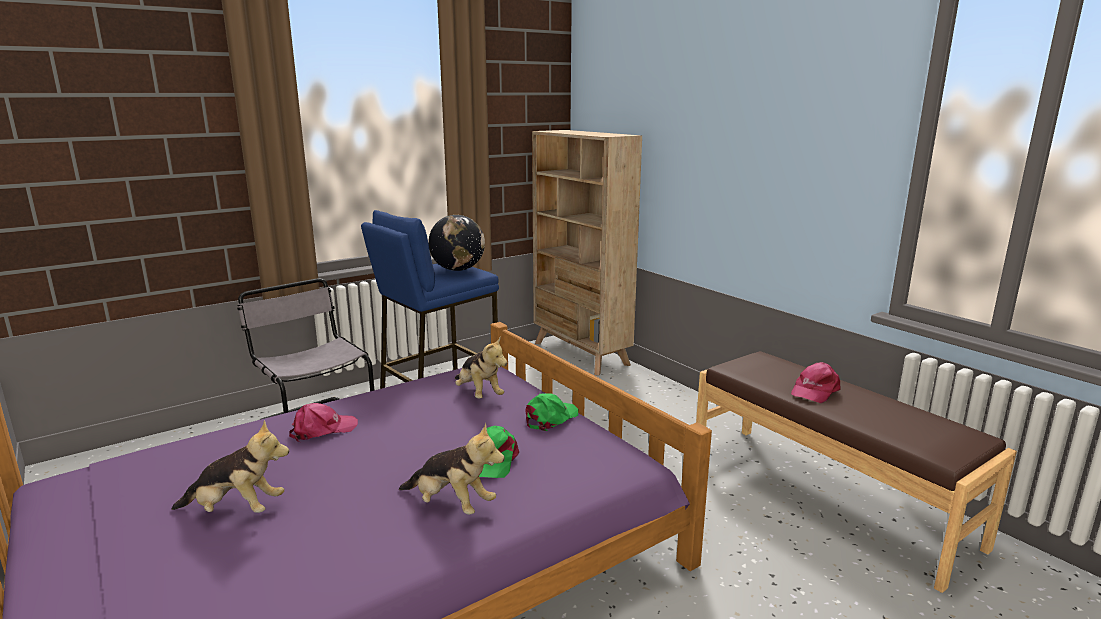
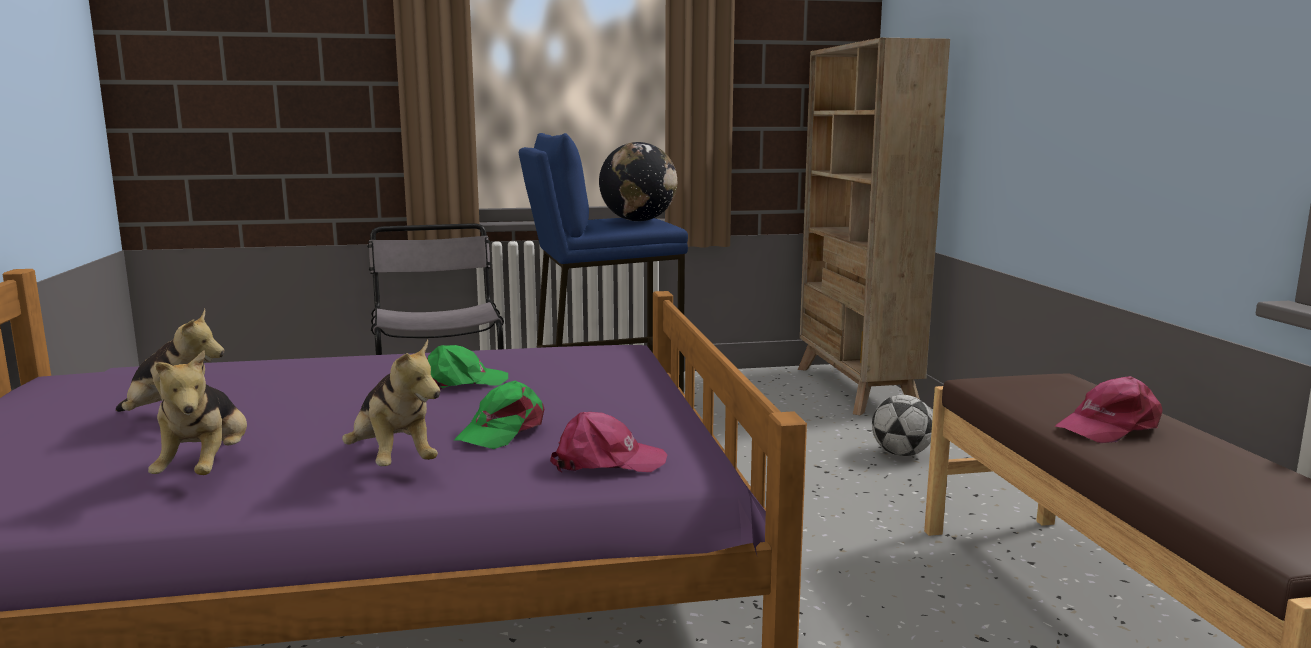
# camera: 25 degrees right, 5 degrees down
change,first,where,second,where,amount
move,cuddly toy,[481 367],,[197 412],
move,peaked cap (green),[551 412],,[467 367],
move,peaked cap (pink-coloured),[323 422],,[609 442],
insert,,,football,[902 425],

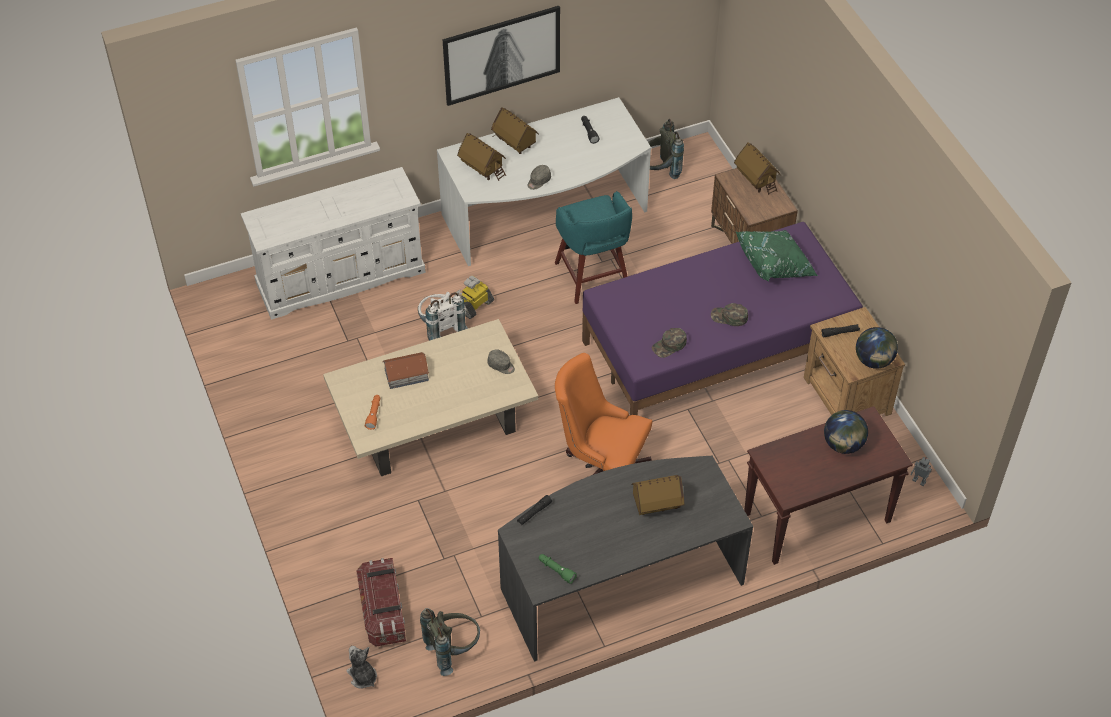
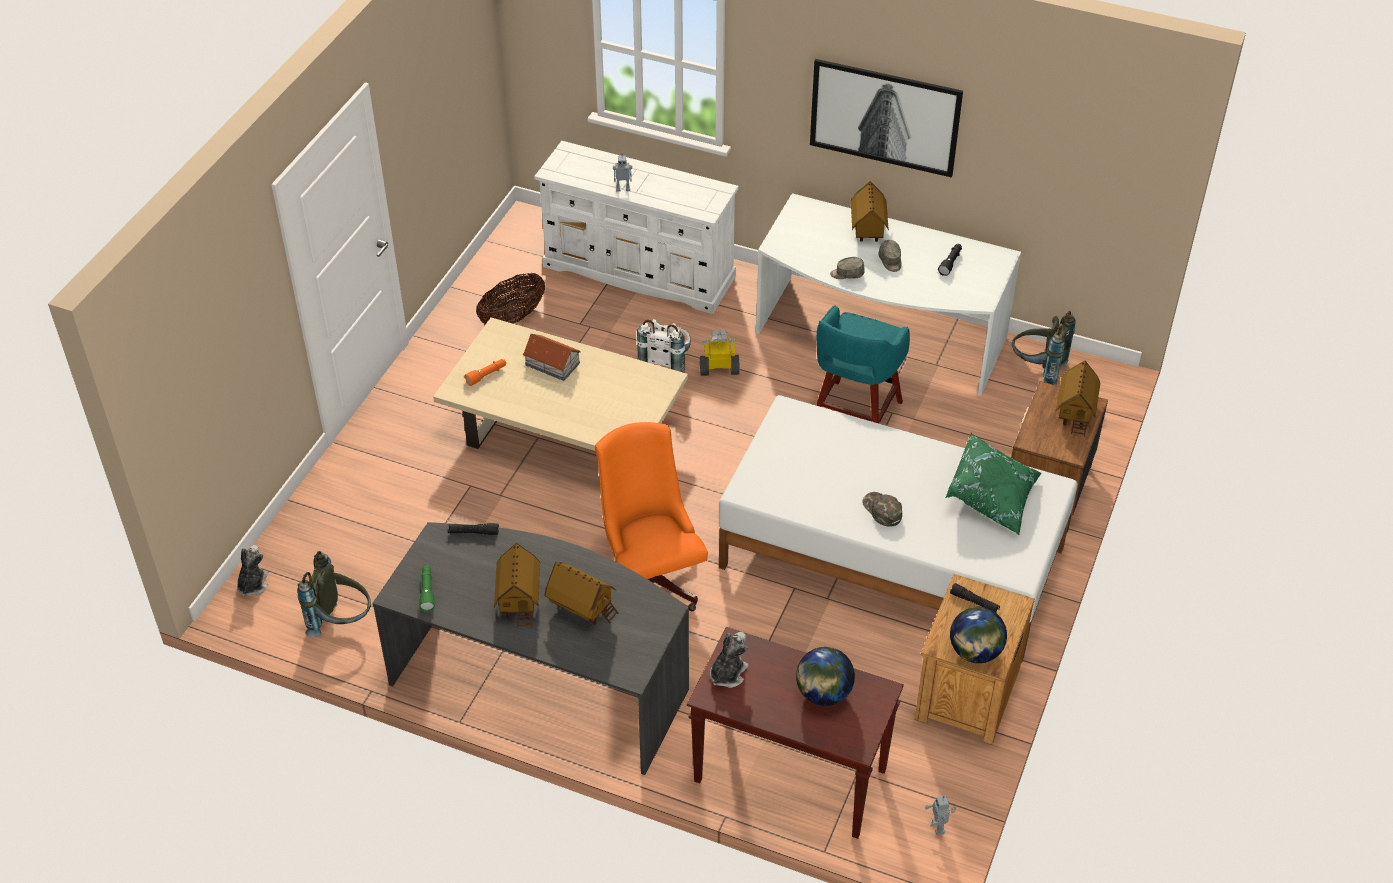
# camera: 45 degrees right, 5 degrees down
change,first,where,second,where,amount
move,toy house,[481 157],,[517 585],
recolor,bedroom bed (purplish),[722 318],bedroom bed (whitish),[898 529],
delete,peaked cap (green),[669 343],,,
move,peaked cap (greyish),[501 361],,[890 256],
delete,storage box,[381 602],,,
insert,,,robot figure,[622 173],
insert,,,household basket,[510 299],
insert,,,cuddly toy,[729 660],

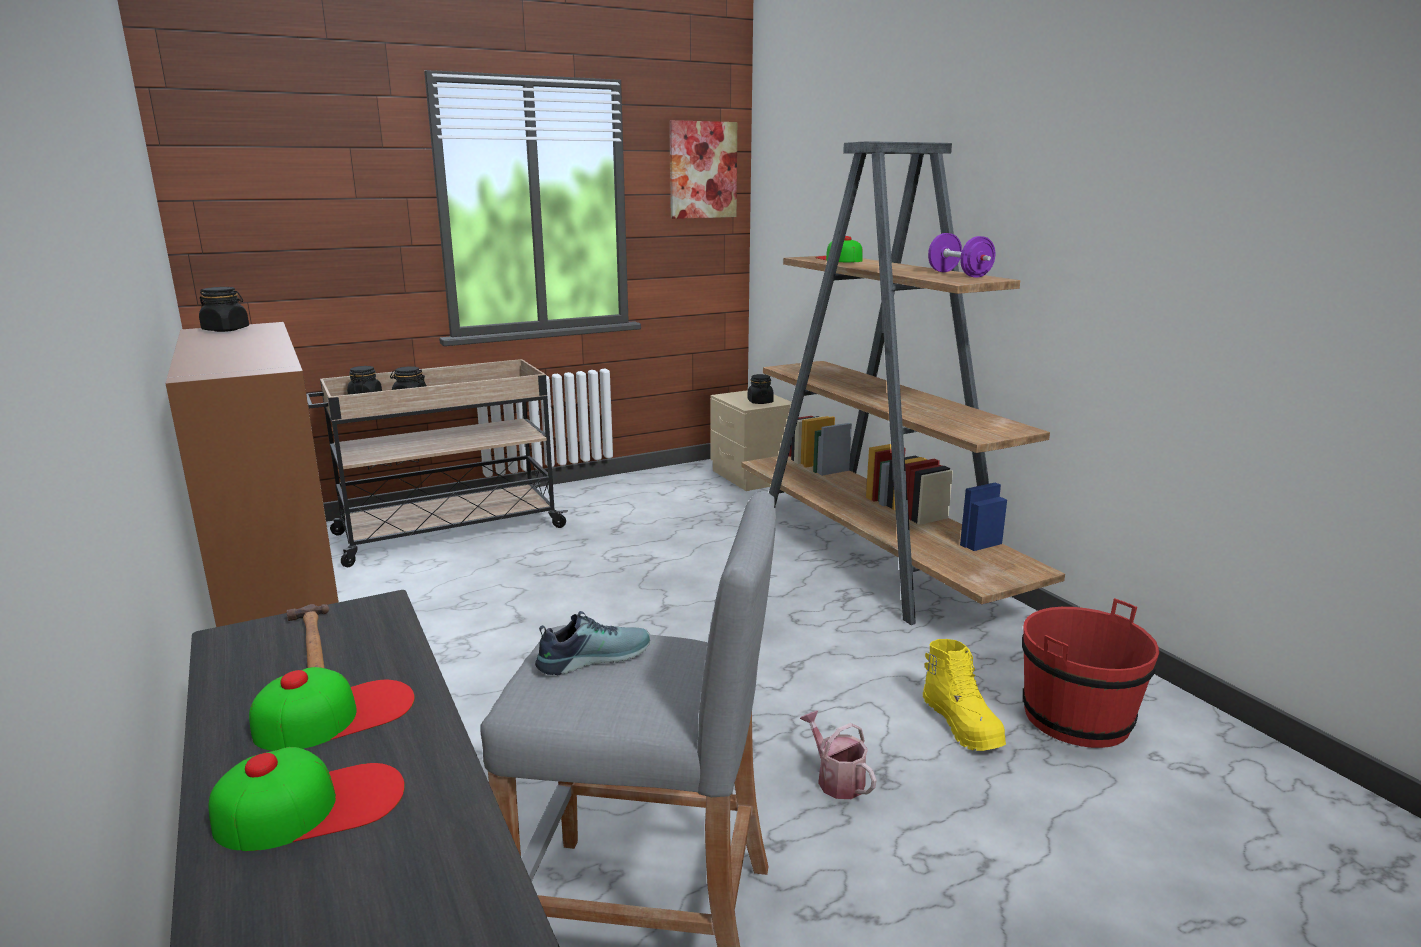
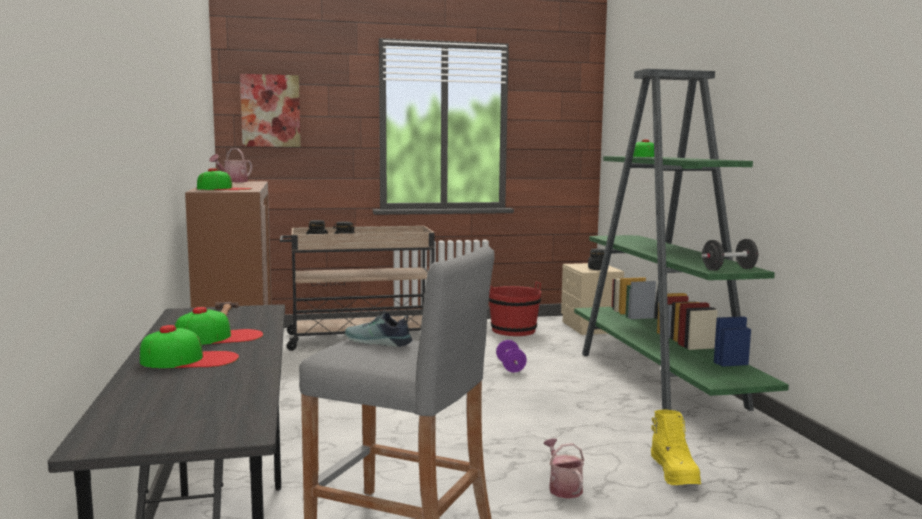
# camera: 15 degrees right, 10 degrees down
change,first,where,second,where,amount
move,picture,[703 169],,[270 110],
recolor,bookcase (brown),[903 383],bookcase (green),[681 240],
move,free weight (purplish),[961 255],,[511 356],
replace,preserve jar (black),[224 309],watering pot,[230 165],
move,bucket (reddish),[1090 673],,[515 308],
rotate,item of footwear,[592 643],,[378 328],150 degrees counterclockwise
insert,,,peaked cap,[225 179],
insert,,,free weight (black),[729 255],

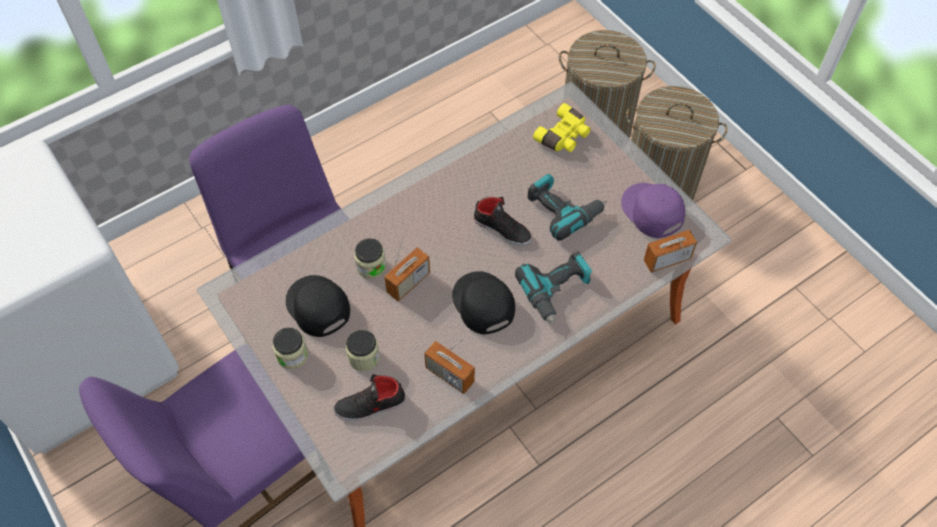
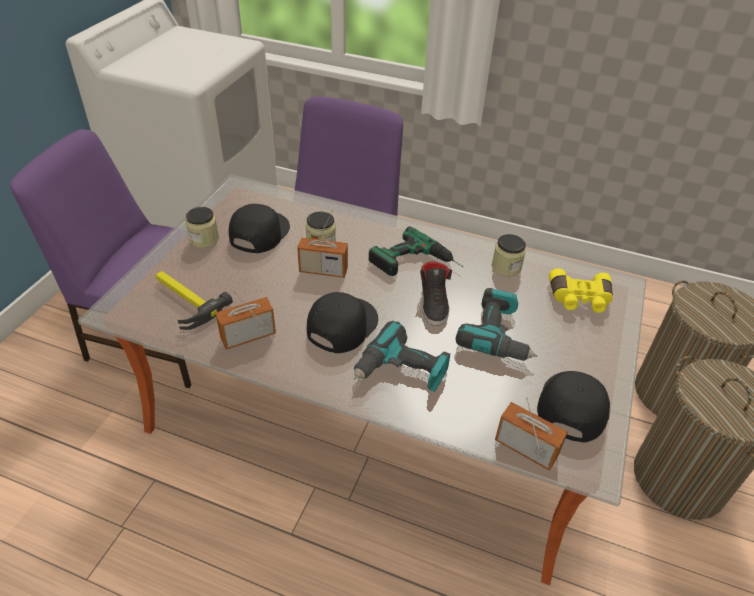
# camera: 55 degrees right, 15 degrees down
change,first,where,second,where,amount
recolor,peaked cap (purplish),[653 210],peaked cap (black),[573 406],
move,preserve jar,[363 350],,[509 255],
rotate,radio receiver,[449 366],,[245 319],60 degrees clockwise
replace,item of footwear (black),[369 397],hand hammer,[194 300],
insert,,,power drill,[416 251],

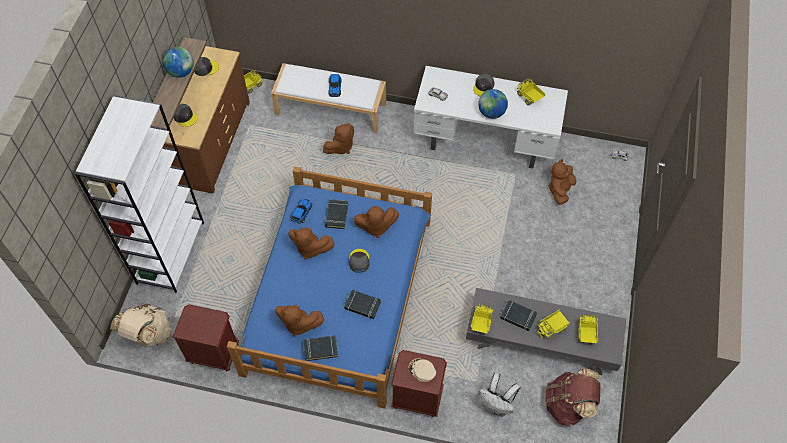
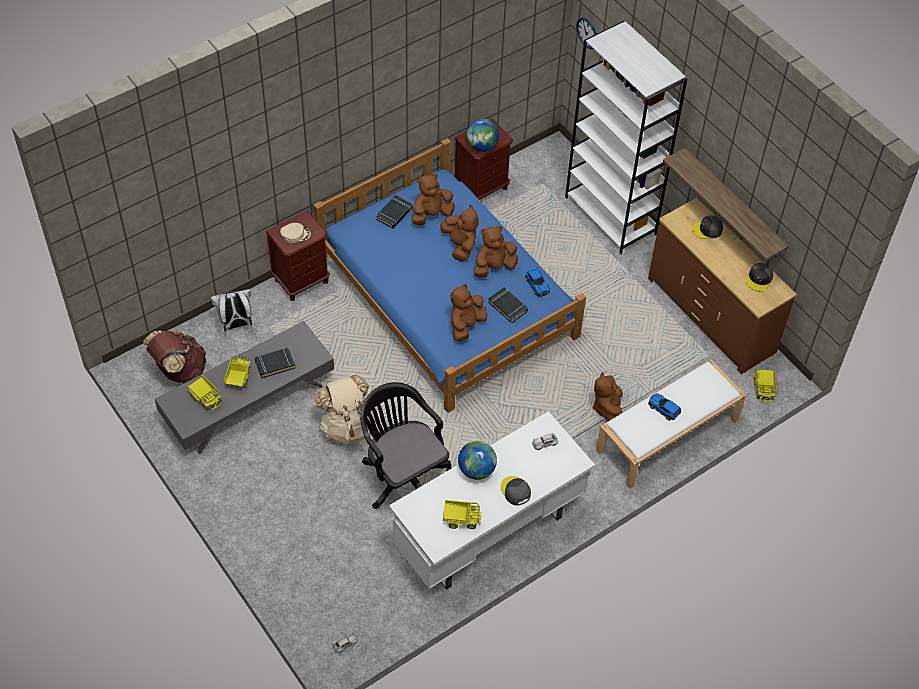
# camera: 130 degrees right, 5 degrees down
change,first,where,second,where,amount
move,desk globe,[178 62],,[482 135],
move,cuddly toy (brown),[562 182],,[459 233],
delete,peaked cap (greyish),[359 261],,,
delete,bound book (black),[362 304],,,
move,rucksack (beige-coloured),[141 325],,[346 410],
delete,model truck,[482 319],,,
insert,,,clock on the wall,[586 33],
insert,,,office chair (black),[405 445],

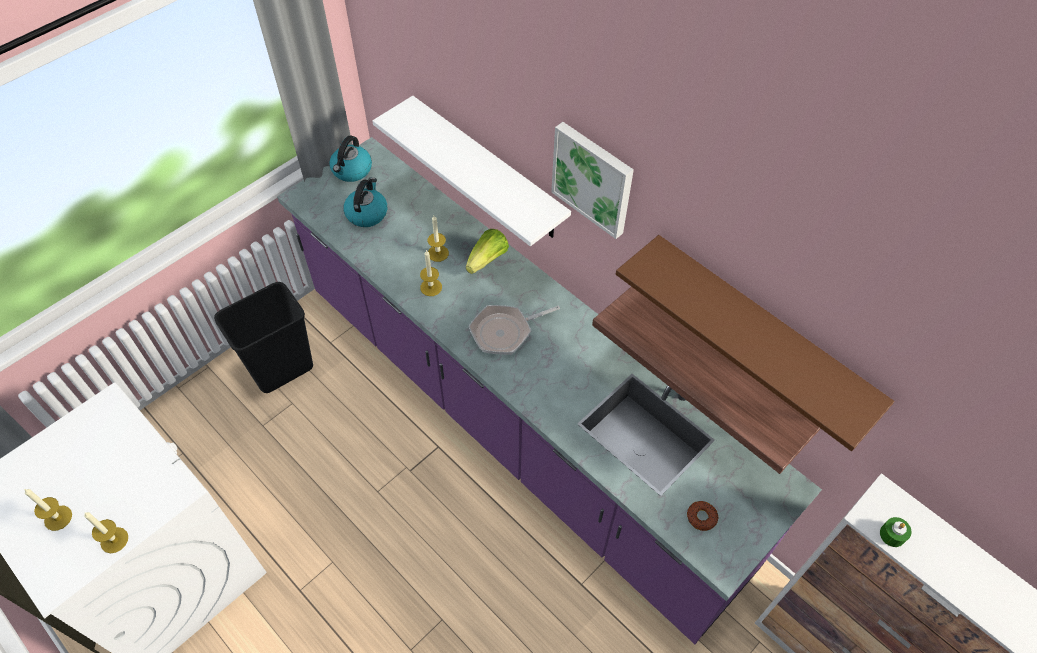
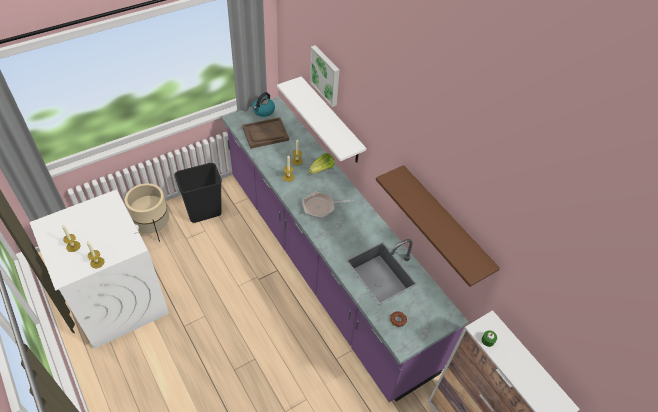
# camera: 10 degrees right, 5 degrees down
change,first,where,second,where,amount
move,picture,[592 180],,[325 76],
replace,water kettle,[365 202],tray (brown),[265 133],
delete,shelf,[706 380],,,
insert,,,plant pot (beige-coloured),[147 212],

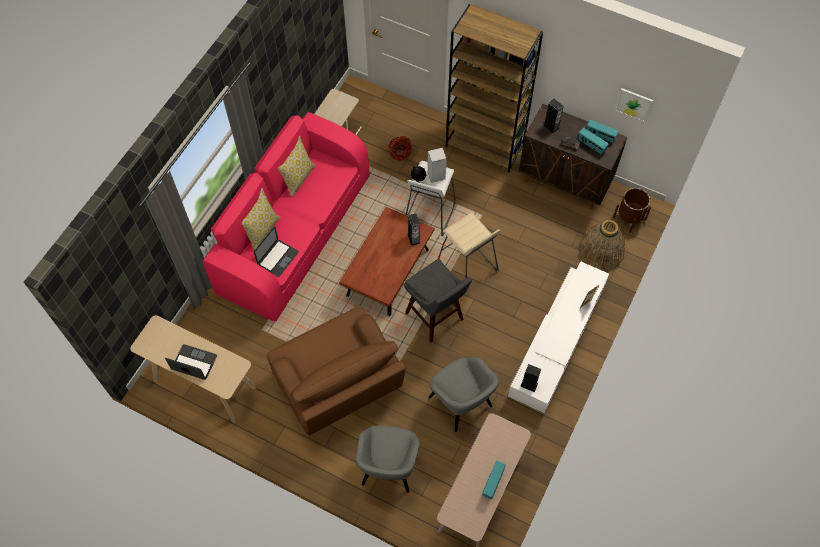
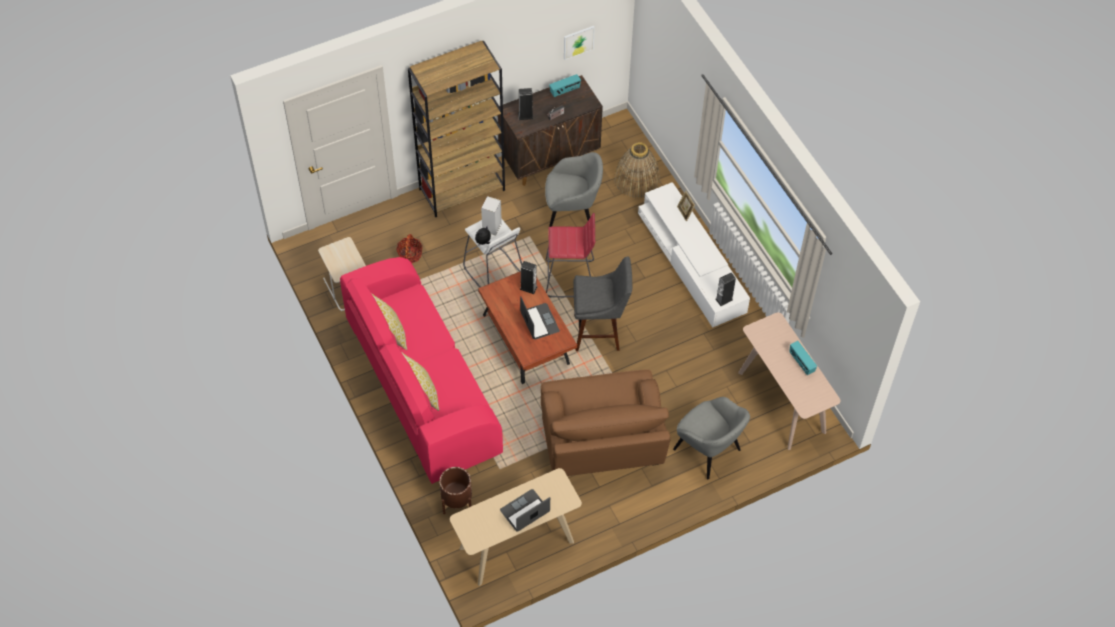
# camera: 55 degrees left, 5 degrees down
change,first,where,second,where,amount
delete,radio receiver,[593 141],,,
move,plant pot (brown),[632 210],,[455 490],
recolor,sitting stool (beige-coloured),[469 252],sitting stool (reddish),[570 255],
move,laptop,[276 252],,[540 318],
rotate,lounge chair (brown),[336 371],,[606 422],75 degrees clockwise
move,lounge chair (greyish),[464 394],,[574 189],

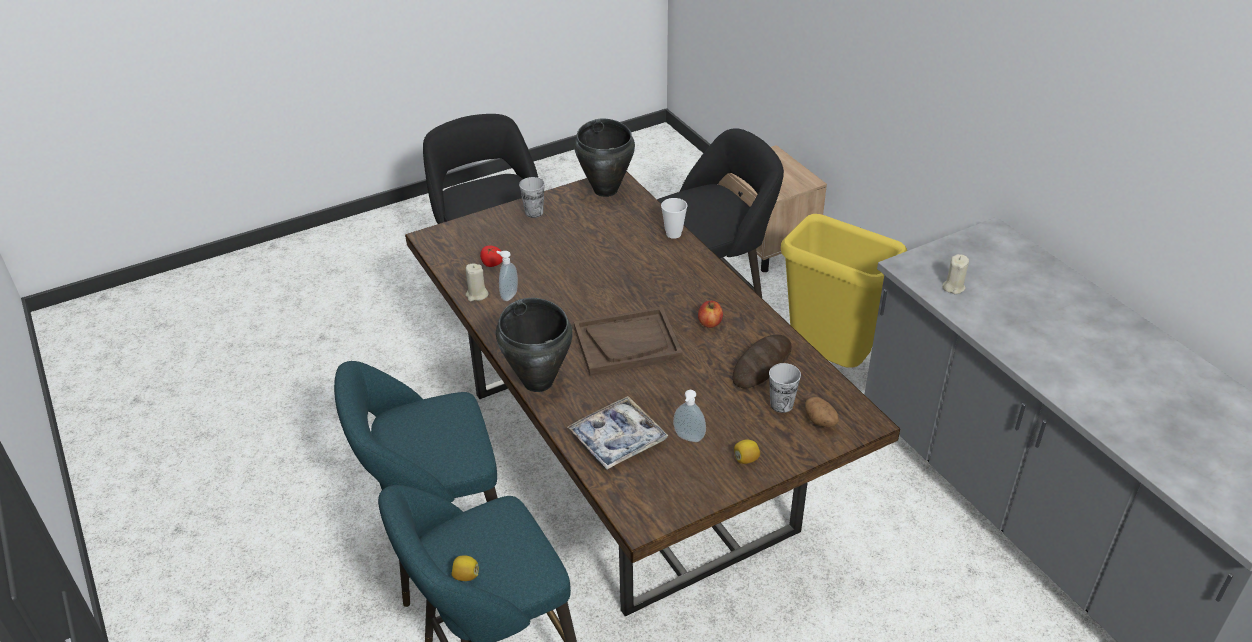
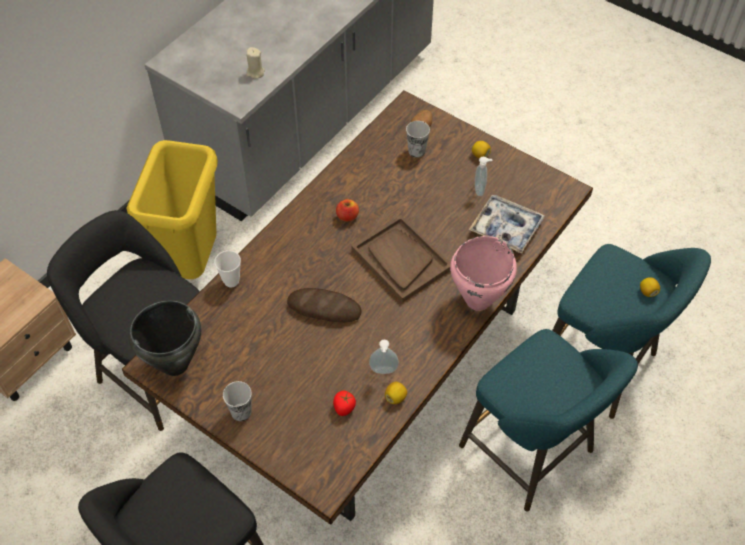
# camera: 115 degrees left, 15 degrees up
change,first,where,second,where,amount
replace,wax candle (beige-coloured),[477 282],lemon,[396 393],
recolor,cooking pot (black),[534 345],cooking pot (pink-coloured),[483 273],
move,bread,[762 362],,[324 305],

